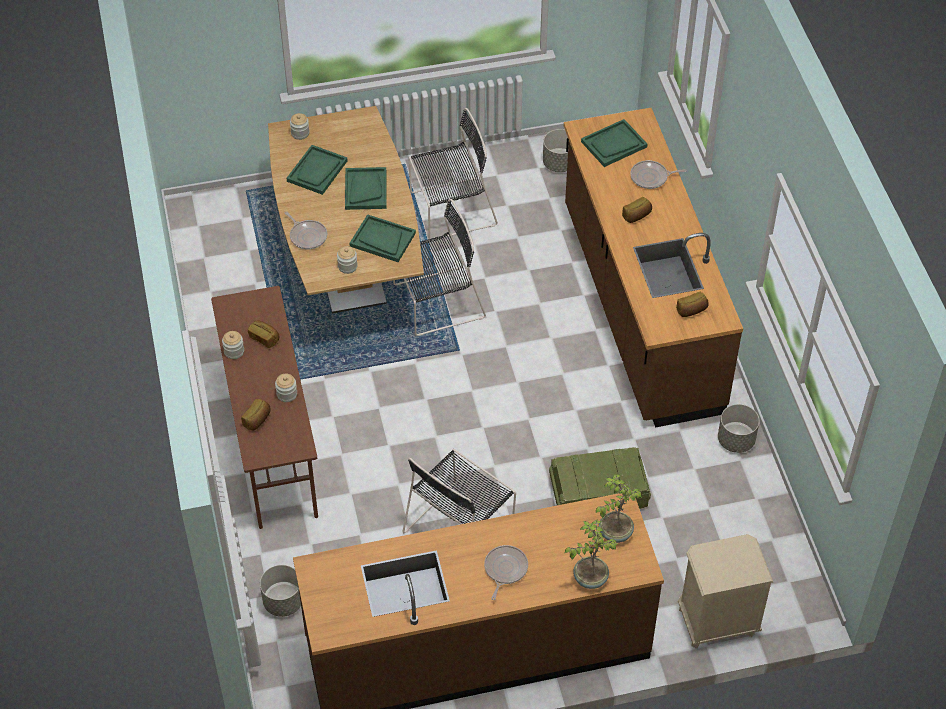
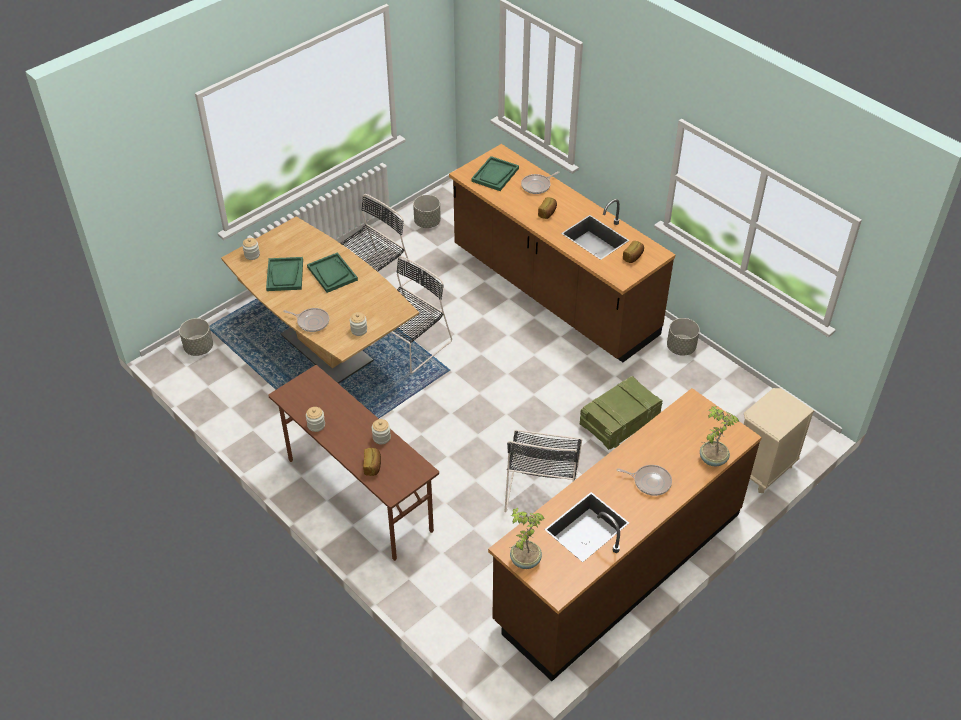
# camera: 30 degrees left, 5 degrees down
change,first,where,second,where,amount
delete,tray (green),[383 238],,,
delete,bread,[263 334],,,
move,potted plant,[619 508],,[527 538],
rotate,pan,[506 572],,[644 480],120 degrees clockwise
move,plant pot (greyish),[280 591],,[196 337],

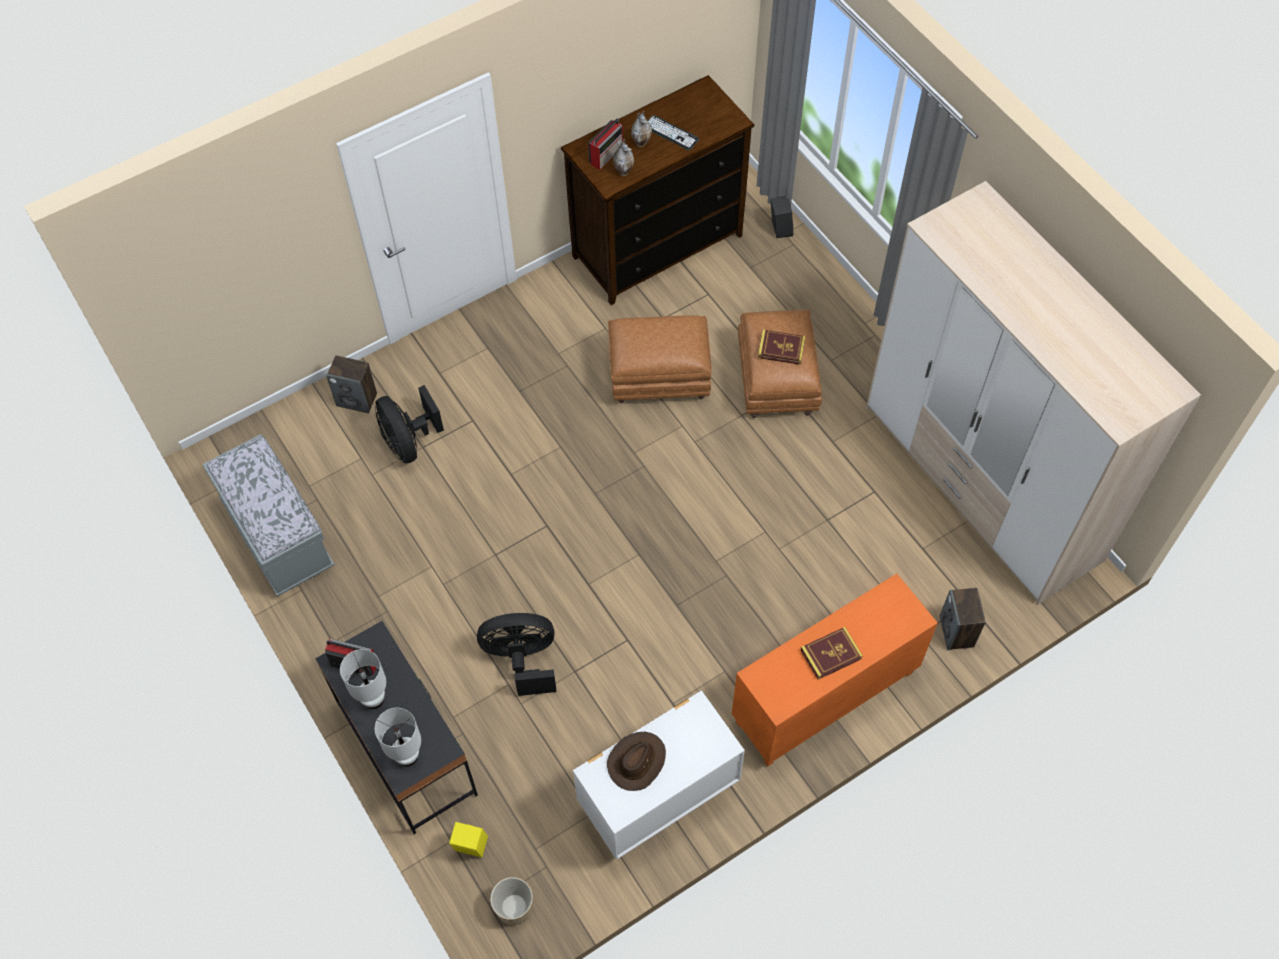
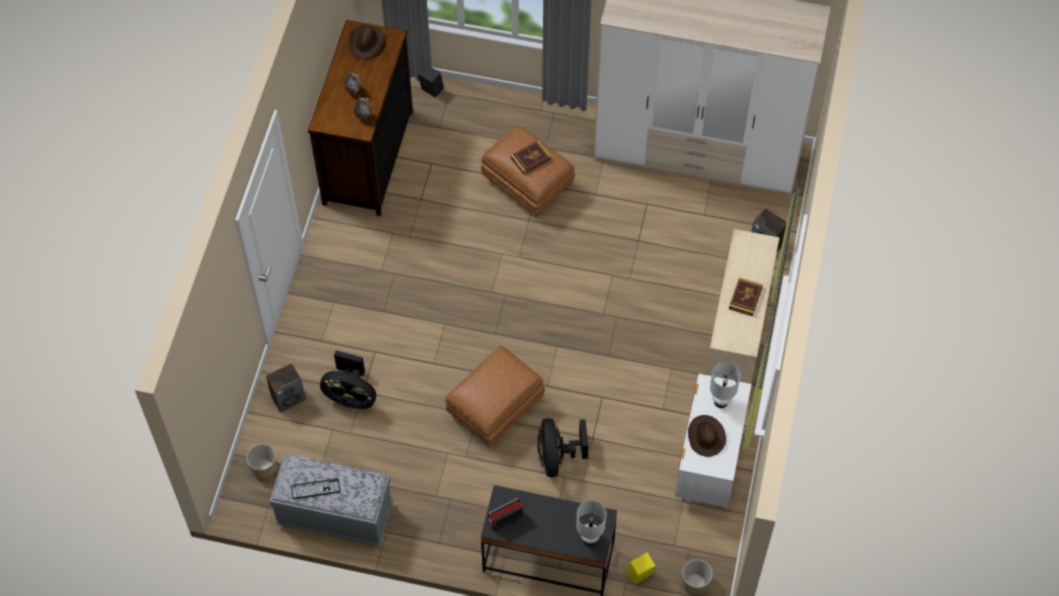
# camera: 45 degrees left, 0 degrees up
change,first,where,second,where,amount
move,computer keyboard,[673 132],,[315 489],
delete,radio receiver,[605 144],,,
move,ottoman (brown),[660 359],,[495 396],
recolor,cupboard (orange-coloured),[835 670],cupboard (beige-coloured),[742 306],
rotate,cooling fan (black),[516 654],,[563 447],45 degrees counterclockwise
move,table lamp (whitish),[363 679],,[725 385],
insert,,,wearable hat (brown),[366 42],
insert,,,plant pot,[261 461],

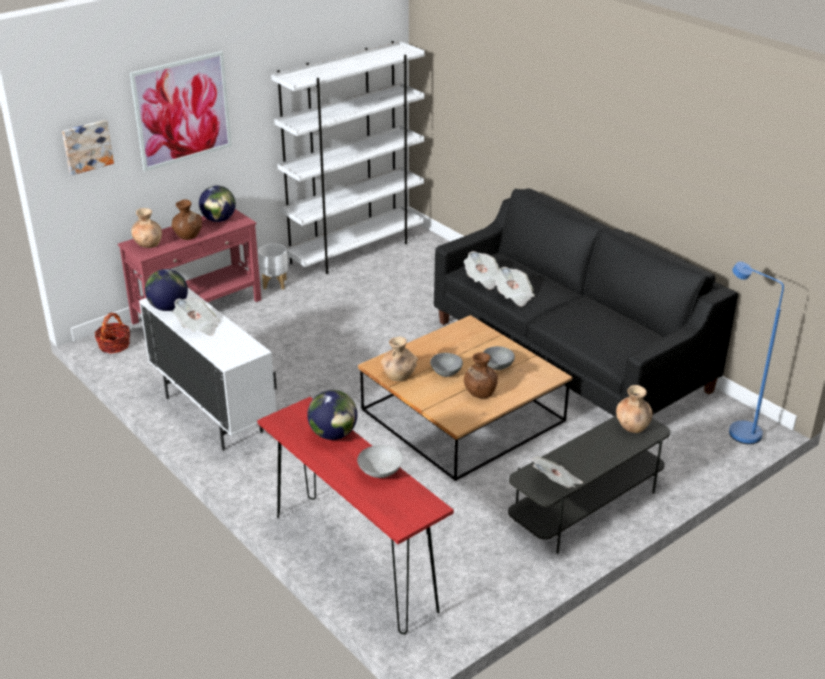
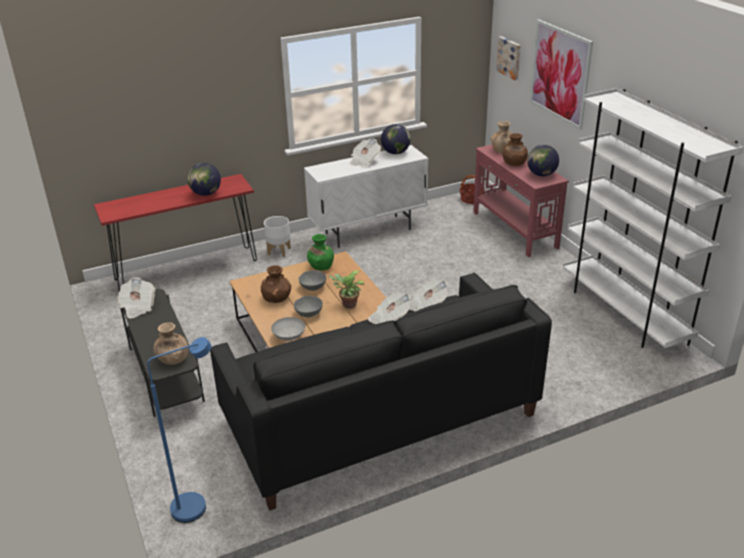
# camera: 105 degrees right, 0 degrees up
change,first,where,second,where,amount
move,plant pot (whitish),[273 267],,[277 236],
recolor,vase (brown),[399 359],vase (green),[320 252],
move,bowl (greyish),[380 461],,[288 329],
insert,,,potted plant,[346 290],

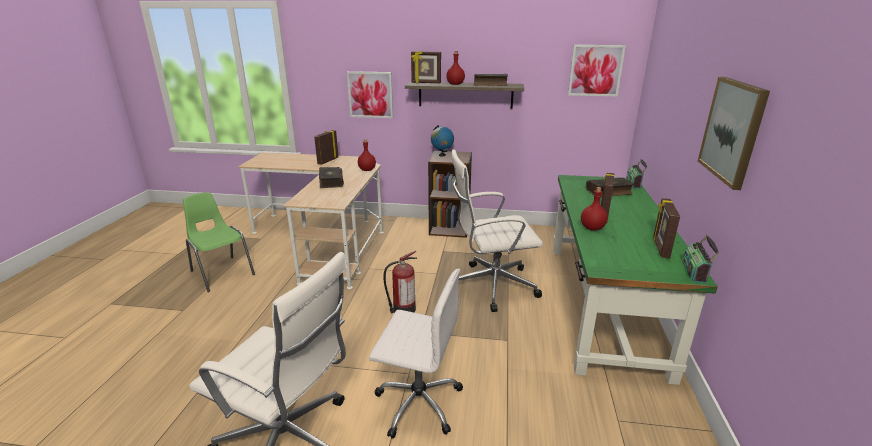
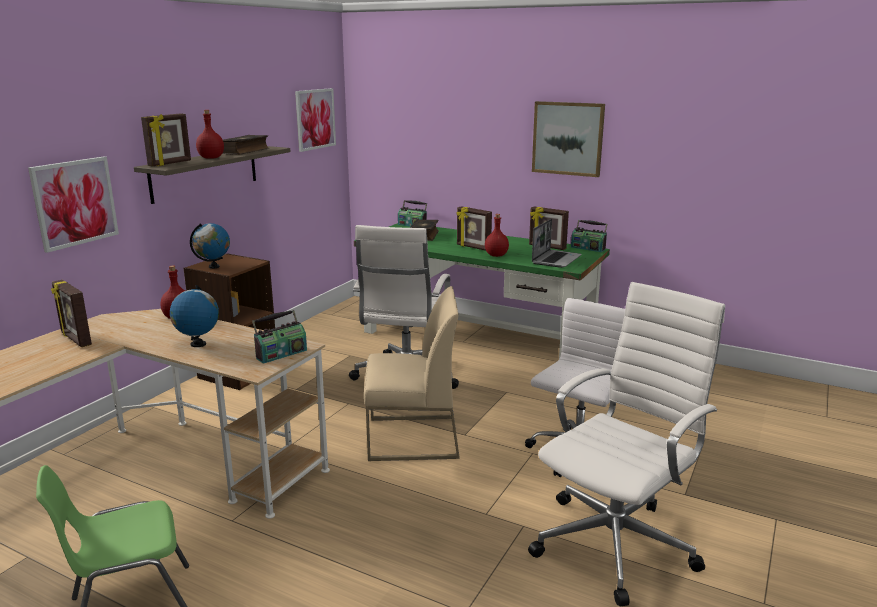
# camera: 70 degrees left, 5 degrees down
change,first,where,second,where,amount
replace,bound book,[331 177],desk globe,[194 316],
replace,extinguisher,[400 282],chair (beige-coloured),[412 373],
insert,,,laptop,[557 243],
insert,,,radio receiver,[279 337],

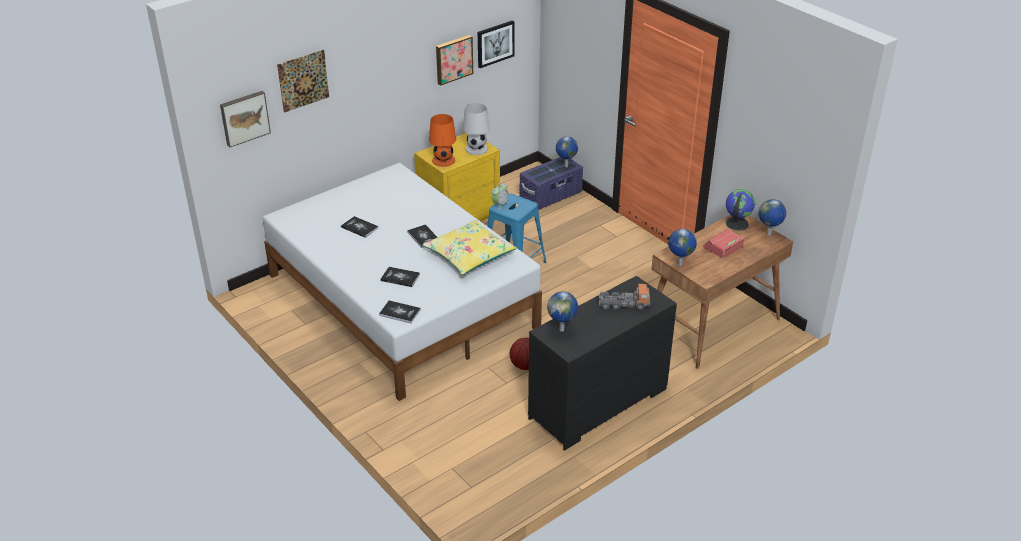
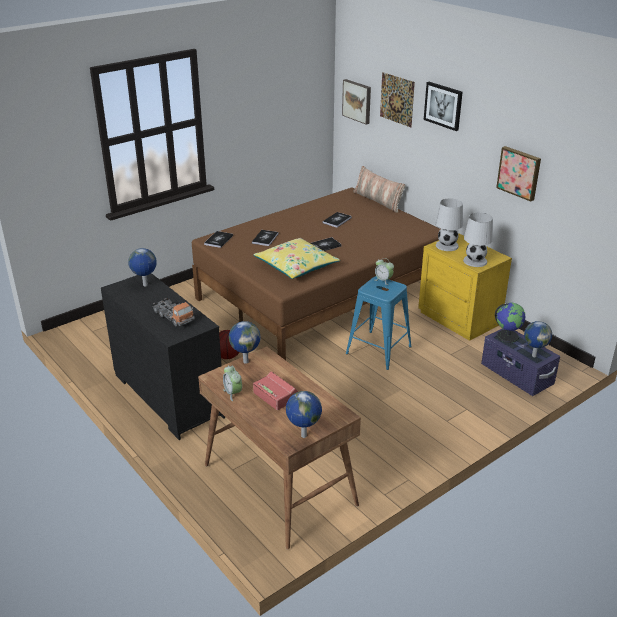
# camera: 90 degrees right, 5 degrees down
change,first,where,second,where,amount
move,picture,[496 44],,[443 106],
recolor,table lamp (orange-coloured),[442 140],table lamp (whitish),[449 224],
recolor,bedroom bed (whitish),[402 282],bedroom bed (brown),[316 274],
move,desk globe,[740 209],,[510 323],
rotate,model truck,[624 297],,[173 312],45 degrees counterclockwise
insert,,,cushion,[379 189],
insert,,,alarm clock,[232 383],

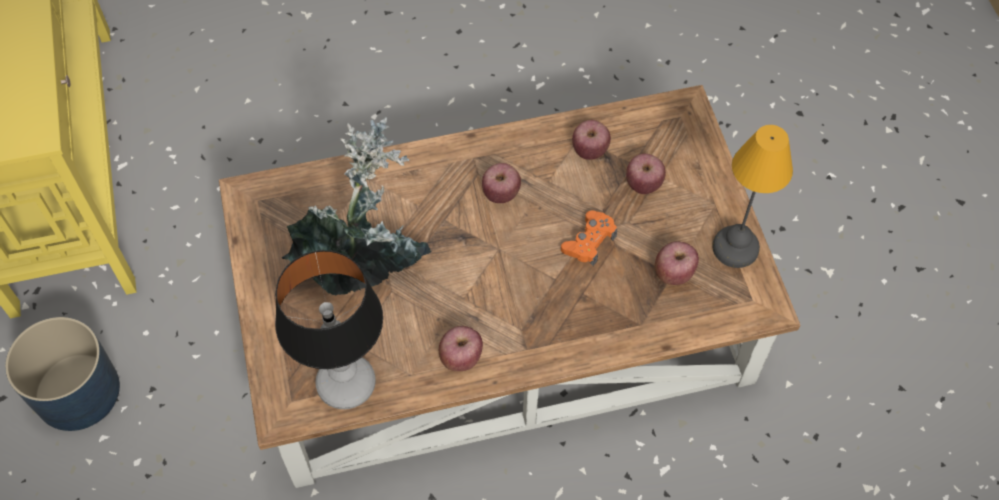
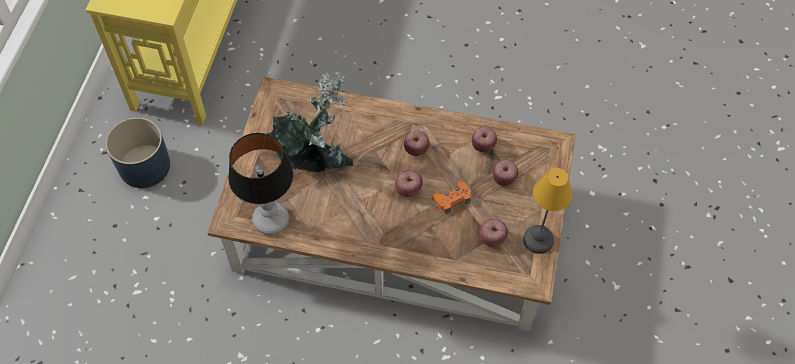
# camera: 25 degrees right, 0 degrees up
change,first,where,second,where,amount
move,whole apple,[461 348],,[409 183],

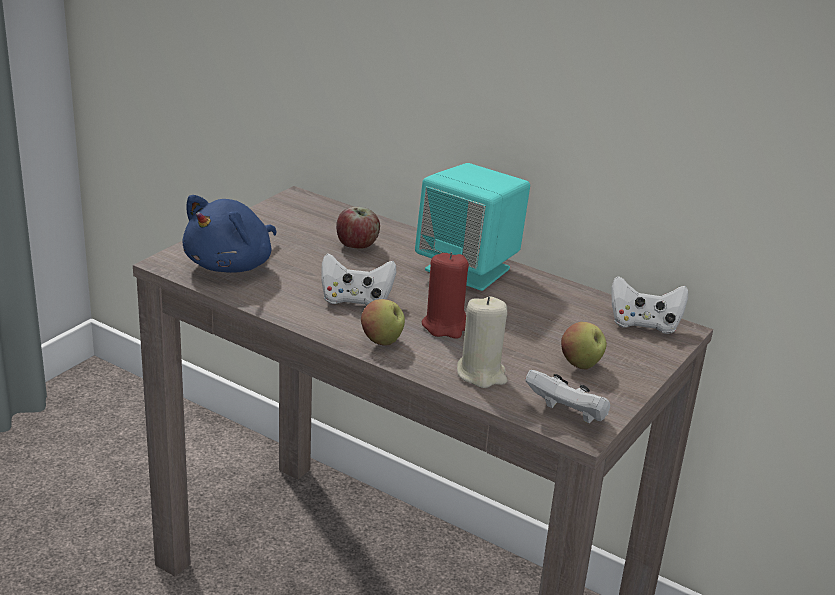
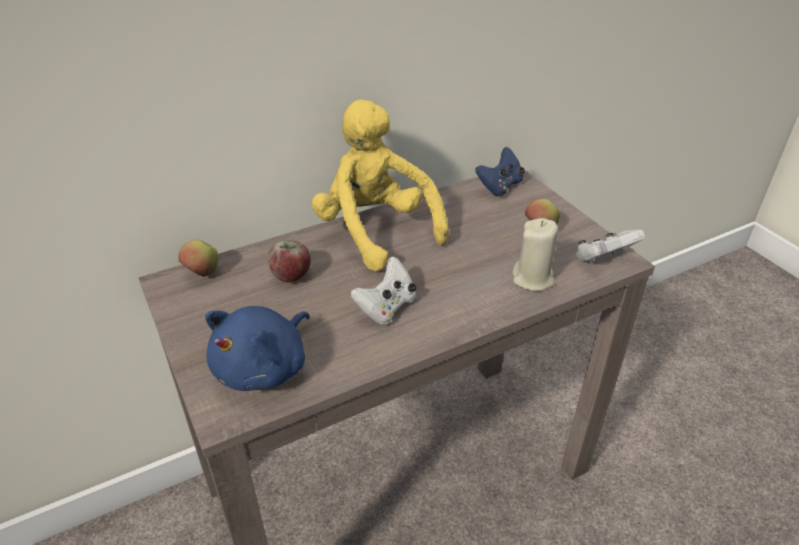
# camera: 60 degrees left, 10 degrees up
change,first,where,second,where,amount
replace,audio speaker (blue-green),[472 227],cuddly toy (yellow),[380 185],
rotate,cuddly toy (bluish),[230 234],,[257 348],60 degrees clockwise
delete,wax candle (reddish),[445 295],,,
recolor,joypad (whitish),[650 305],joypad (bluish),[500 171],
move,whole apple,[383 322],,[198 258],

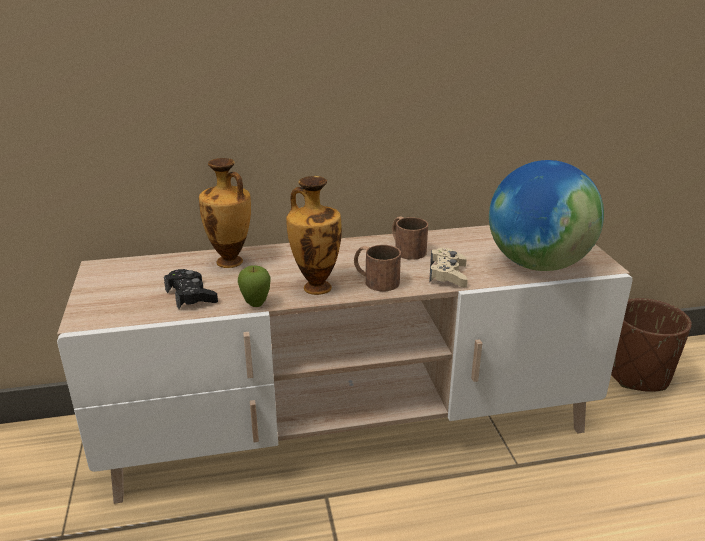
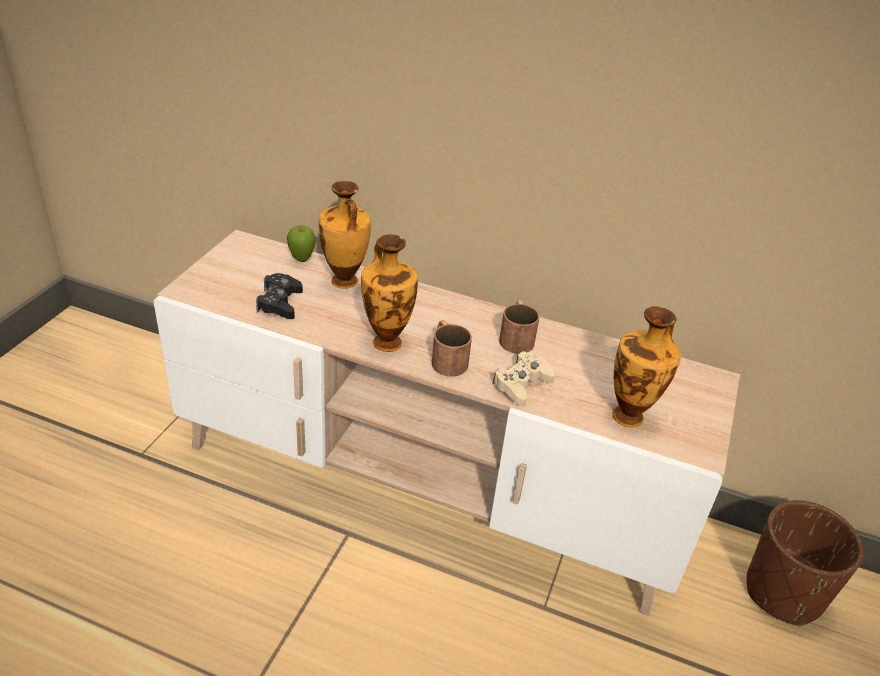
# camera: 30 degrees right, 10 degrees up
change,first,where,second,where,amount
replace,desk globe,[546 215],vase,[646 366],
move,whole apple,[254 286],,[301 243],

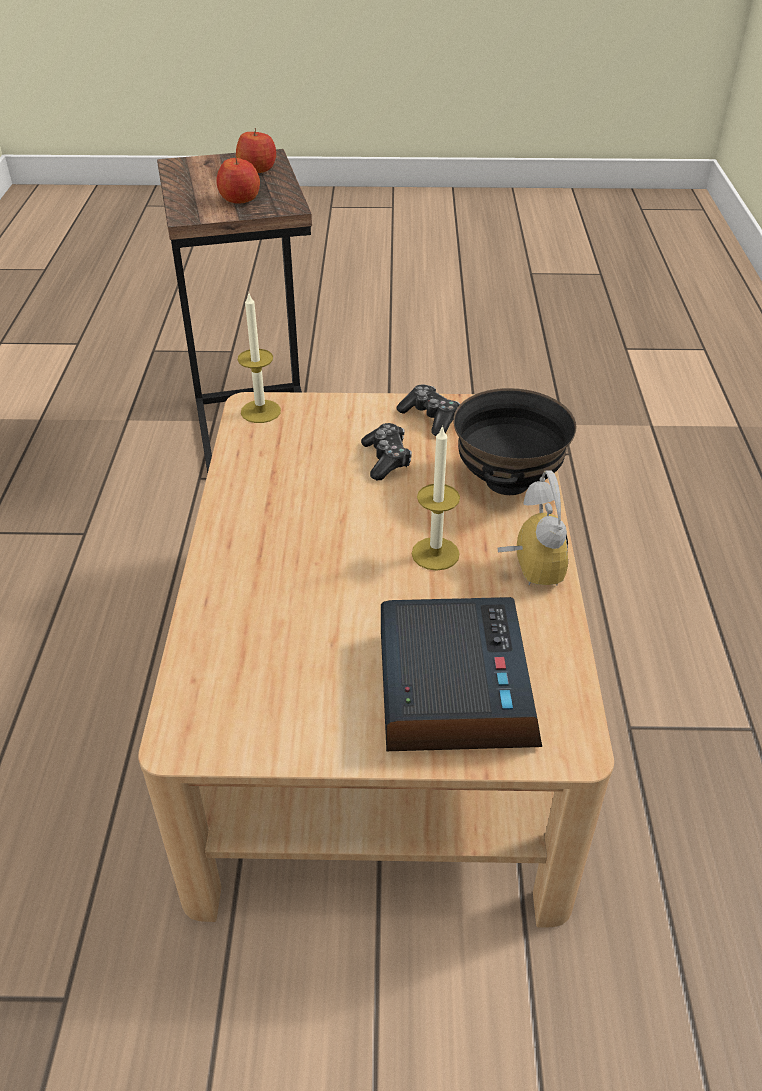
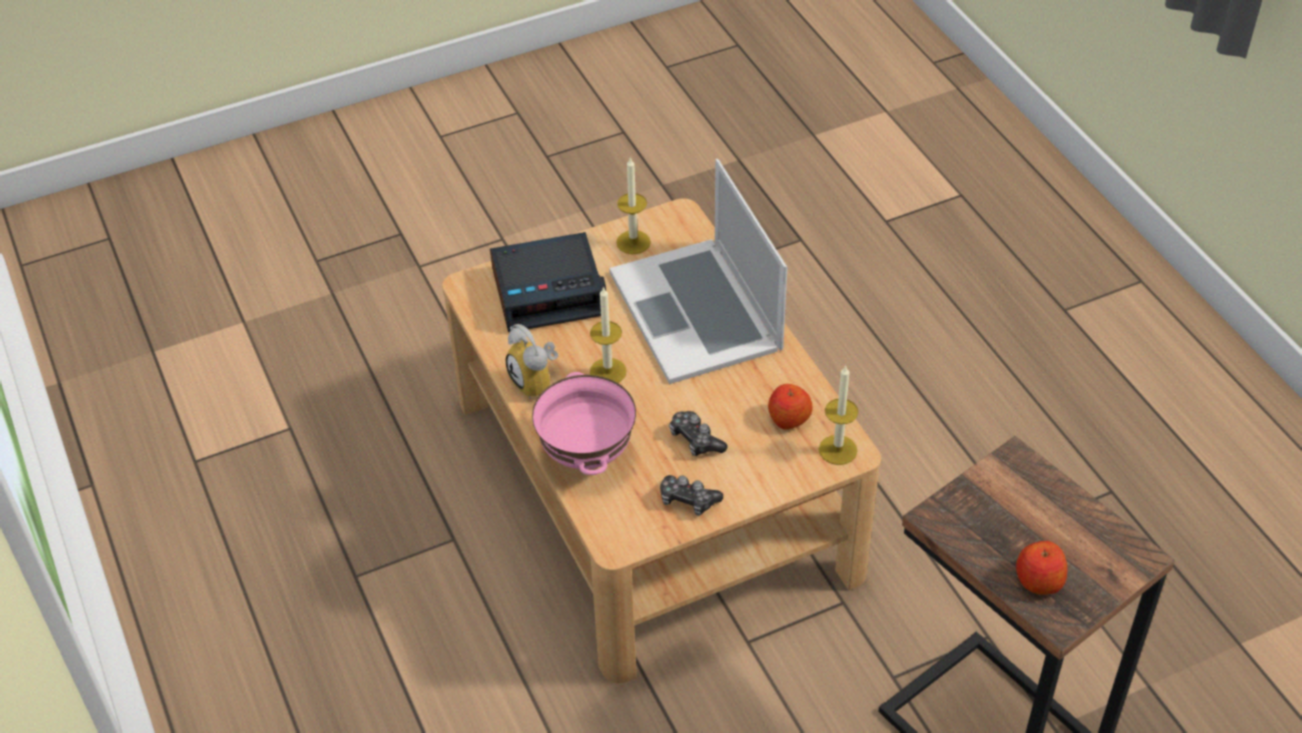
# camera: 155 degrees right, 5 degrees up
change,first,where,second,where,amount
move,whole apple,[238 179],,[790 407],
recolor,bowl (black),[514 441],bowl (pink-coloured),[584 423],
rotate,alarm clock,[461 674],,[548 282],75 degrees counterclockwise
insert,,,wax candle,[633 205],
insert,,,laptop,[698 271],

